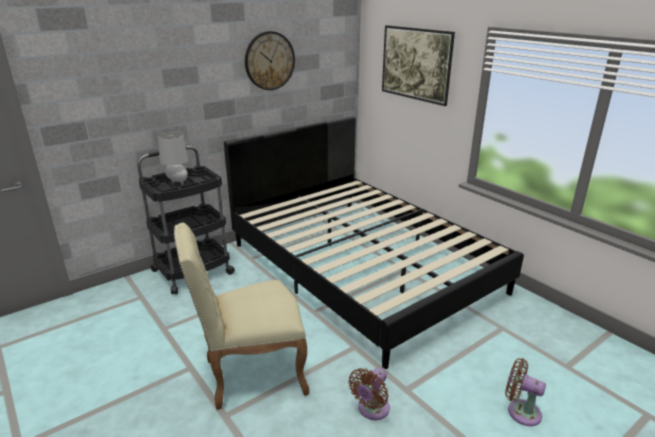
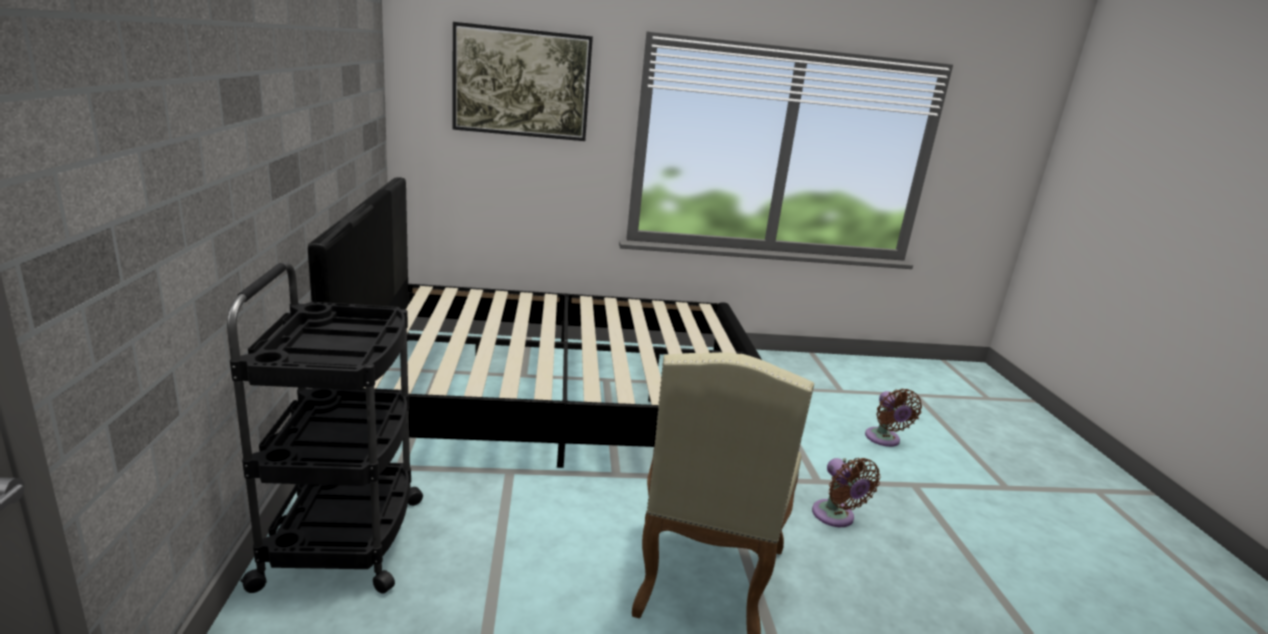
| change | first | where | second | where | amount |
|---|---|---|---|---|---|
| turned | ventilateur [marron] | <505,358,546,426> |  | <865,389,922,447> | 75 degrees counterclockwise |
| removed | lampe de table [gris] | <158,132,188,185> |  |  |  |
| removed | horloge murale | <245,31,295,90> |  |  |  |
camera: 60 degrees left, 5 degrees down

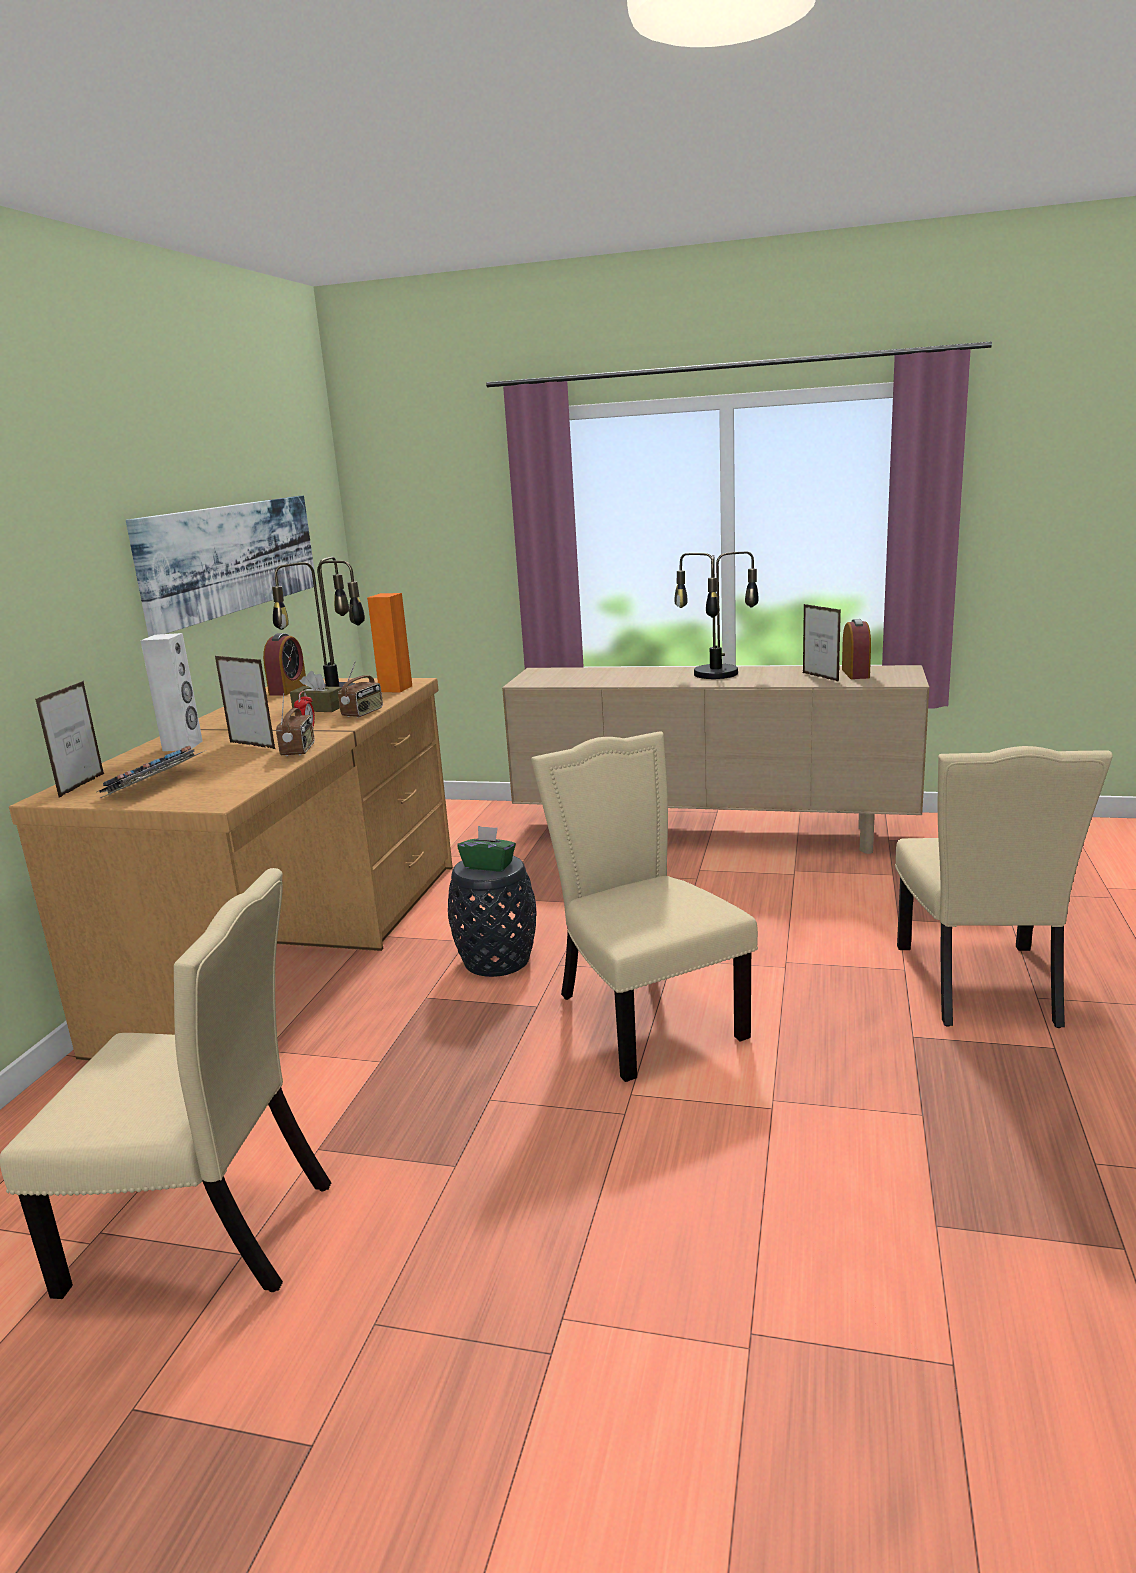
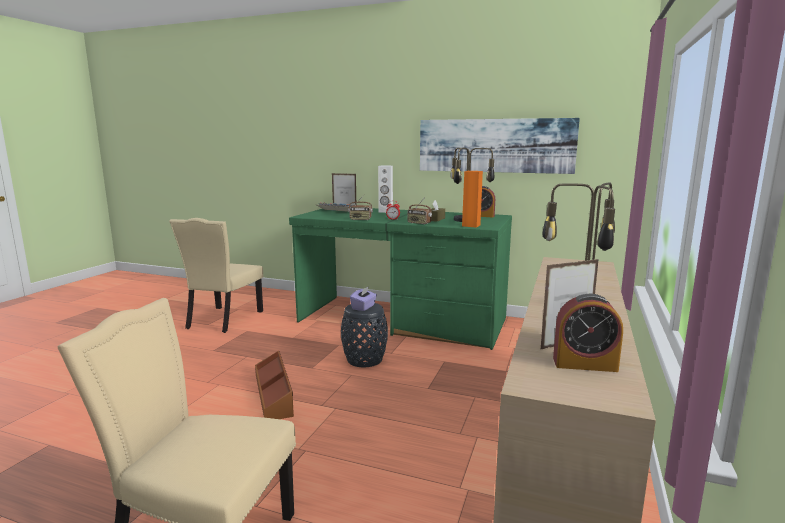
| change | first | where | second | where | amount |
|---|---|---|---|---|---|
| replaced | chaise [beige] | <531,731,758,1082> | boîte de rangement [marron] | <255,351,294,419> |  |
| recoloured | bureau [marron] | <9,678,453,1061> | bureau [vert] | <289,208,512,350> |  |
| recoloured | boîte à mouchoirs [vert] | <457,826,516,871> | boîte à mouchoirs [violet] | <350,287,377,311> |  |
| removed | cadre photo | <215,656,275,749> |  |  |  |
camera: 95 degrees right, 5 degrees down

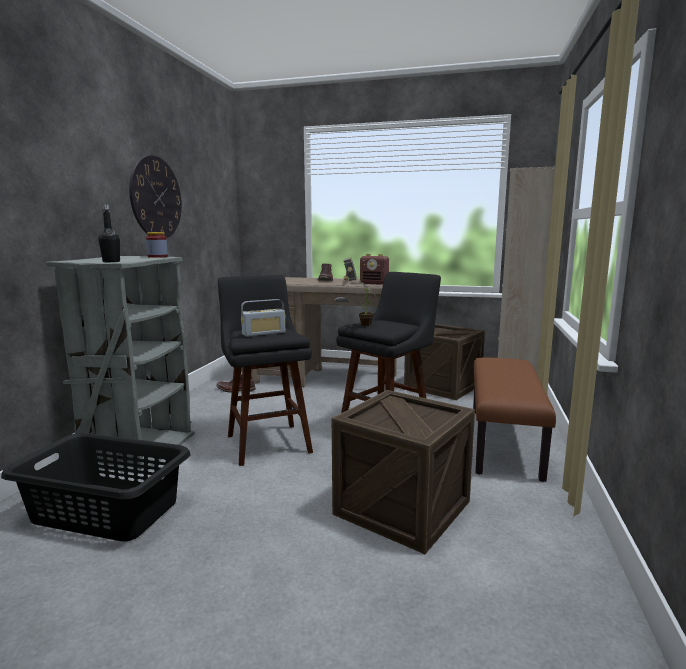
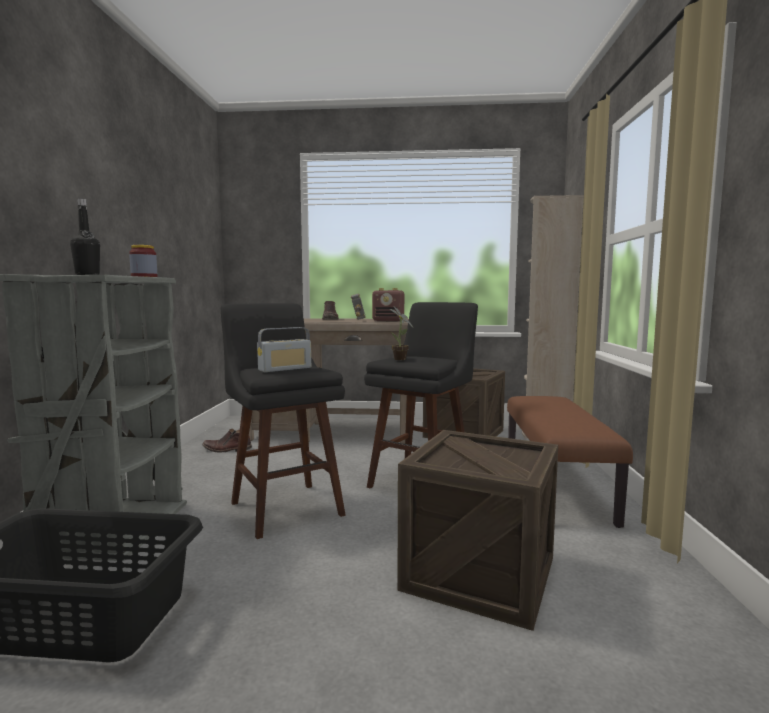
| change | first | where | second | where | amount |
|---|---|---|---|---|---|
| removed | horloge murale | <129,155,182,238> |  |  |  |
camera: 10 degrees left, 5 degrees down

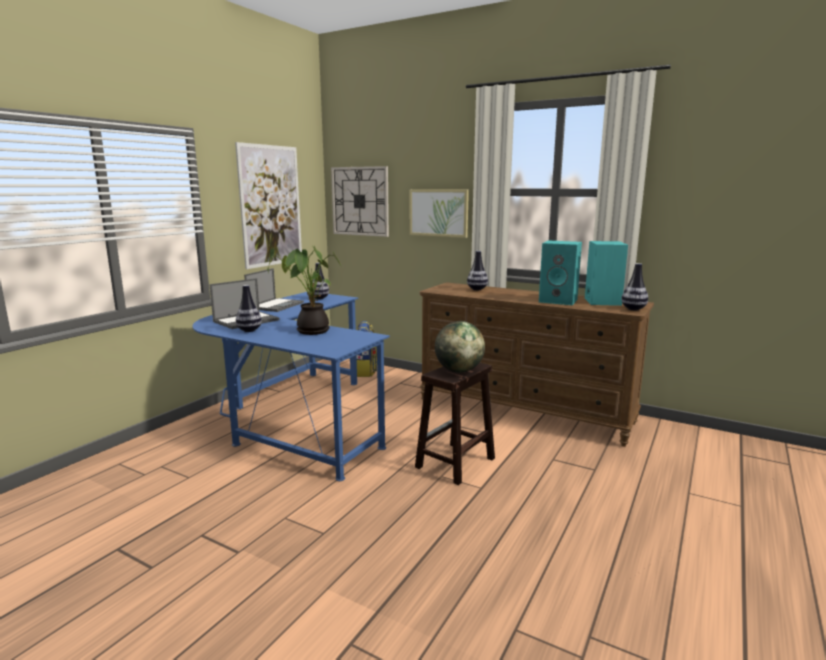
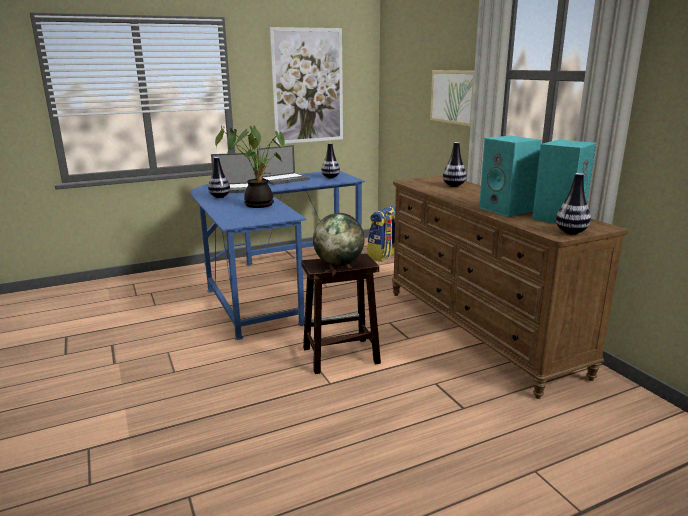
| change | first | where | second | where | amount |
|---|---|---|---|---|---|
| removed | horloge murale | <331,166,389,237> |  |  |  |
camera: 35 degrees right, 5 degrees up

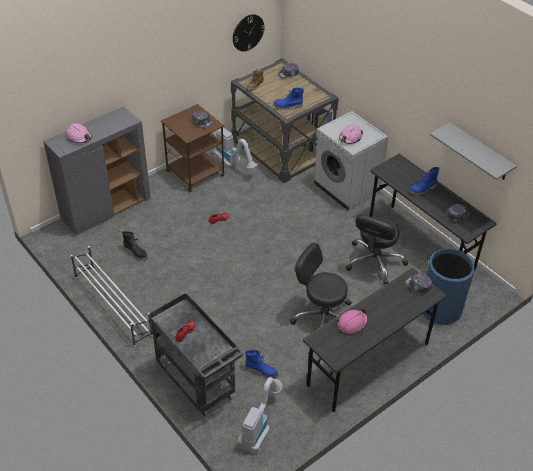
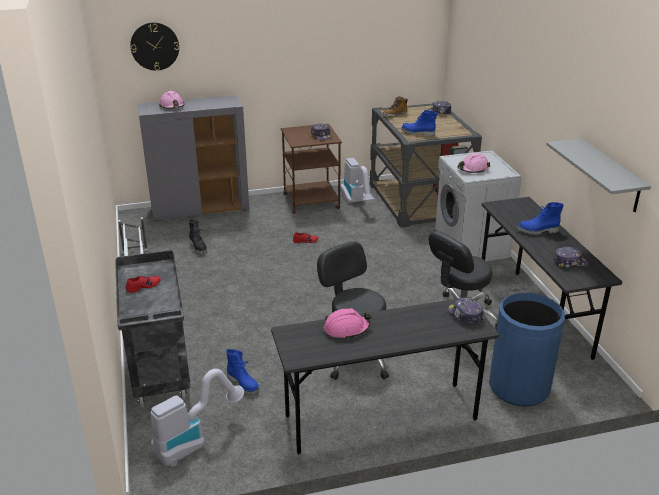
| change | first | where | second | where | amount |
|---|---|---|---|---|---|
| moved | horloge murale | <233,14,265,52> |  | <130,22,179,71> |  |
camera: 25 degrees right, 15 degrees down

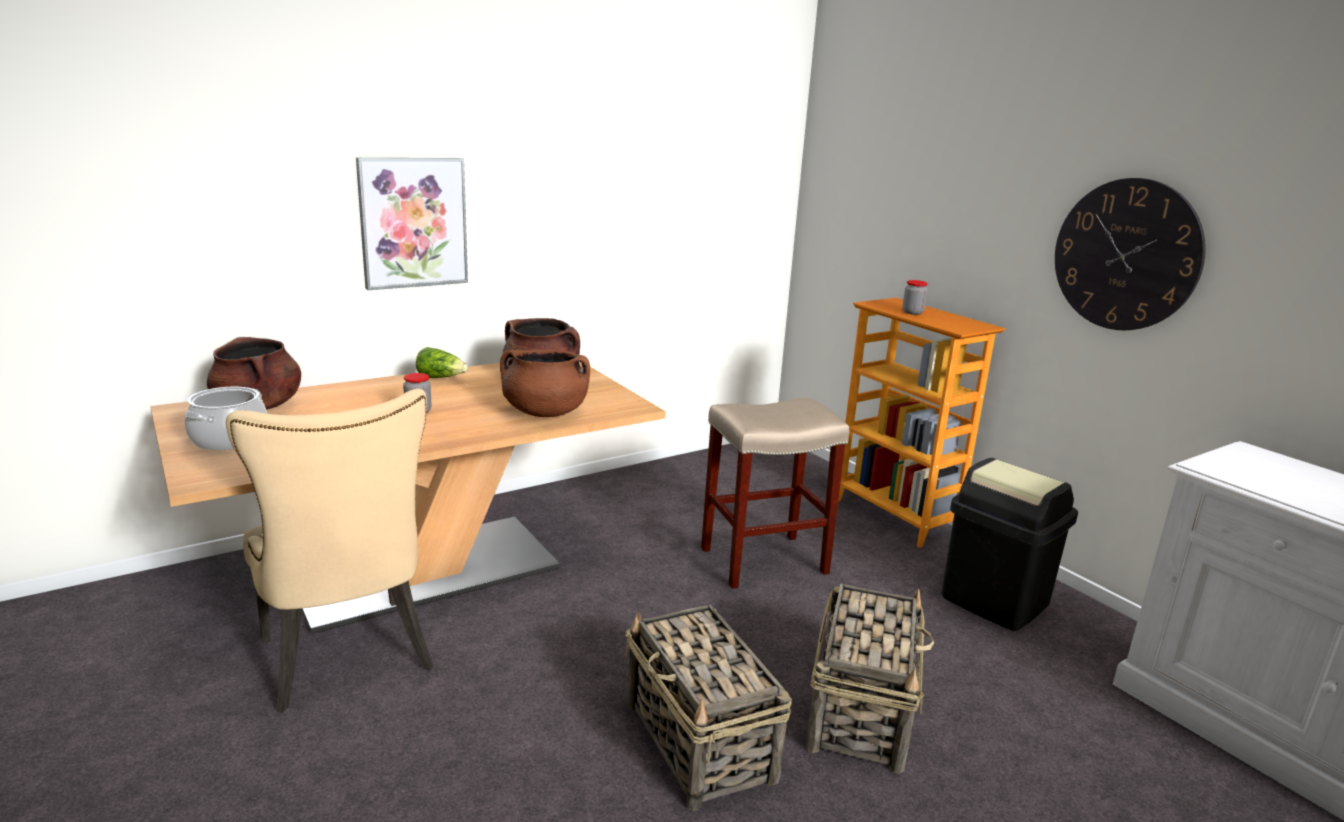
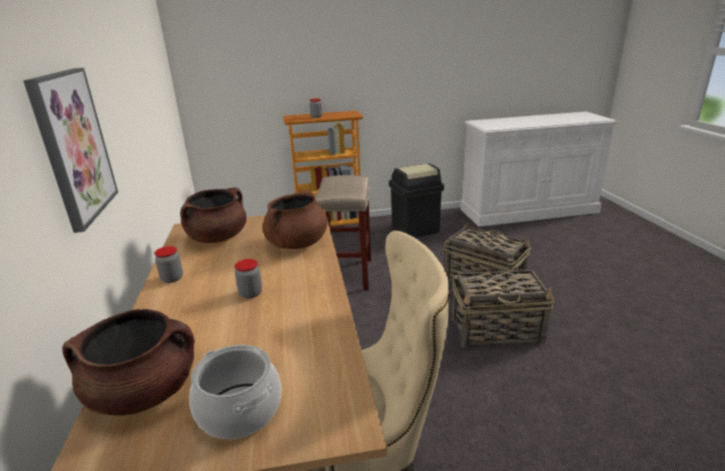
| change | first | where | second | where | amount |
|---|---|---|---|---|---|
| replaced | laitue | <416,347,468,378> | bocal | <154,246,183,283> |  |
| removed | horloge murale | <1055,178,1206,330> |  |  |  |
camera: 65 degrees left, 5 degrees up

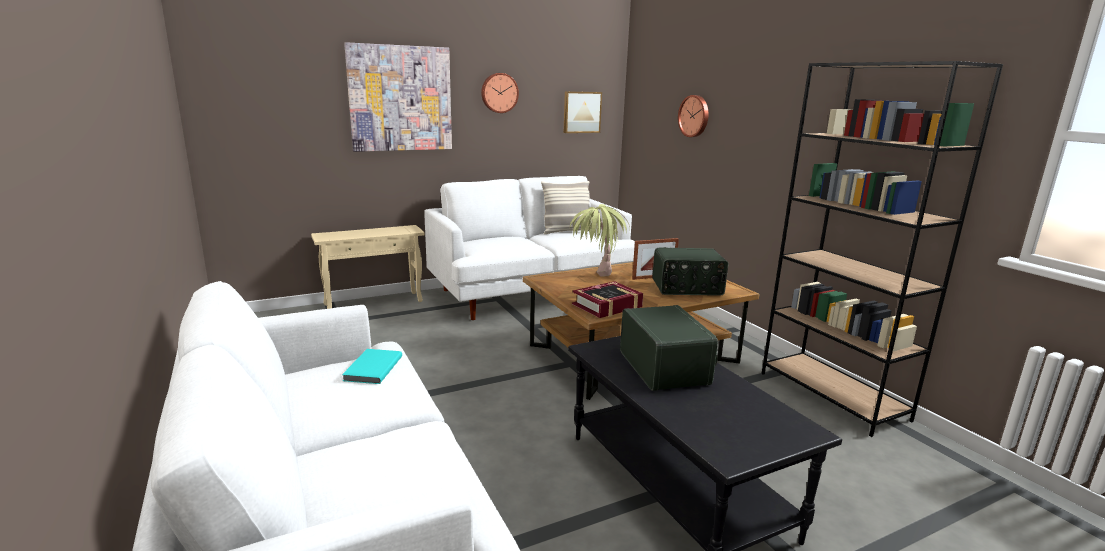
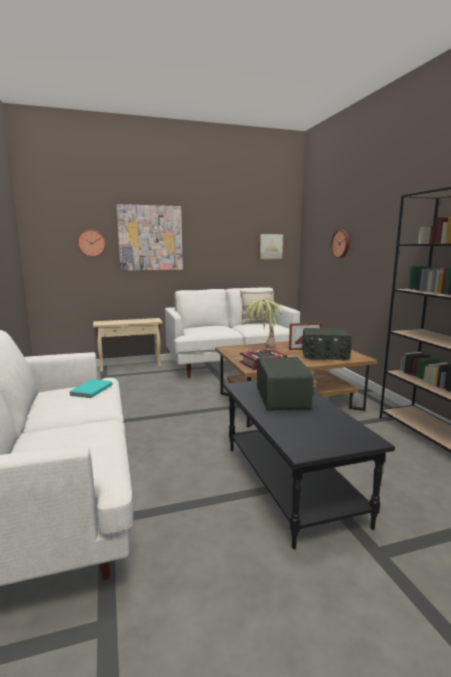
| change | first | where | second | where | amount |
|---|---|---|---|---|---|
| moved | horloge murale | <481,73,519,113> |  | <78,229,106,257> |  |
camera: 10 degrees right, 5 degrees down

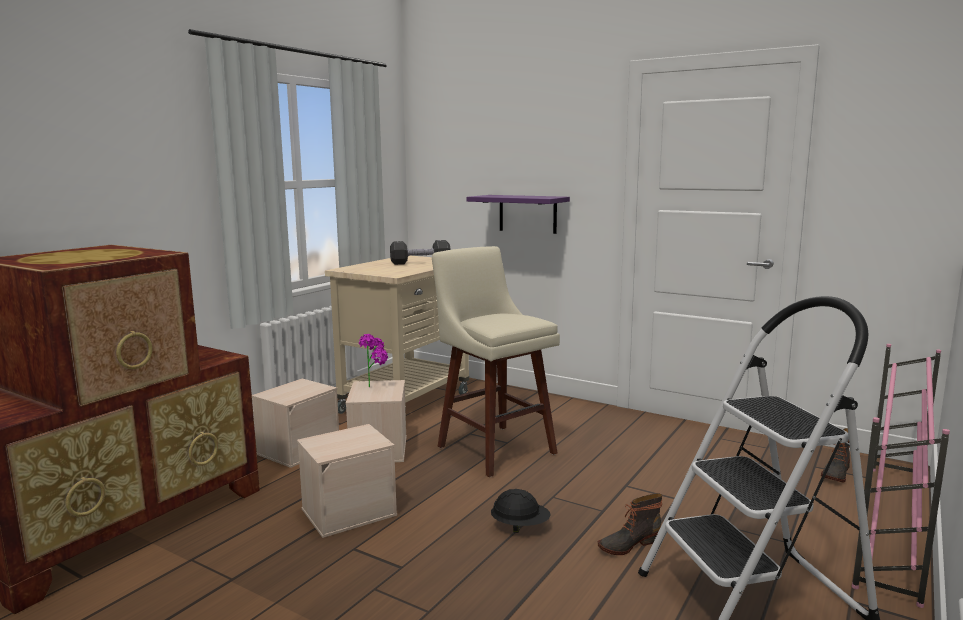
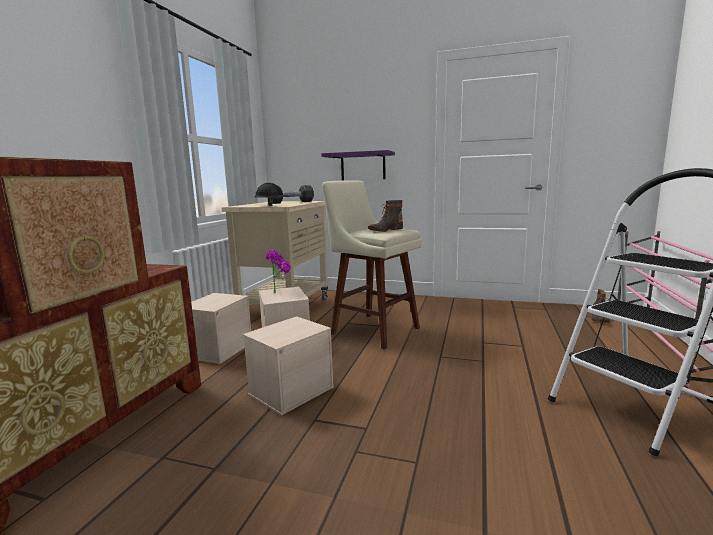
| change | first | where | second | where | amount |
|---|---|---|---|---|---|
| moved | casque de chantier [noir] | <491,489,551,533> |  | <255,183,287,206> |  |
| moved | botte | <598,493,663,555> |  | <368,200,403,232> |  |
camera: 15 degrees left, 0 degrees up

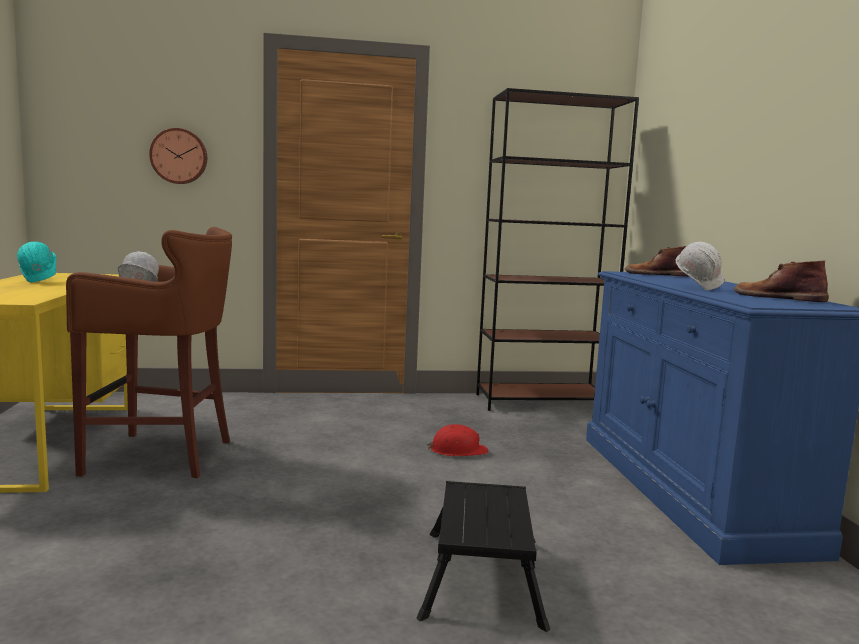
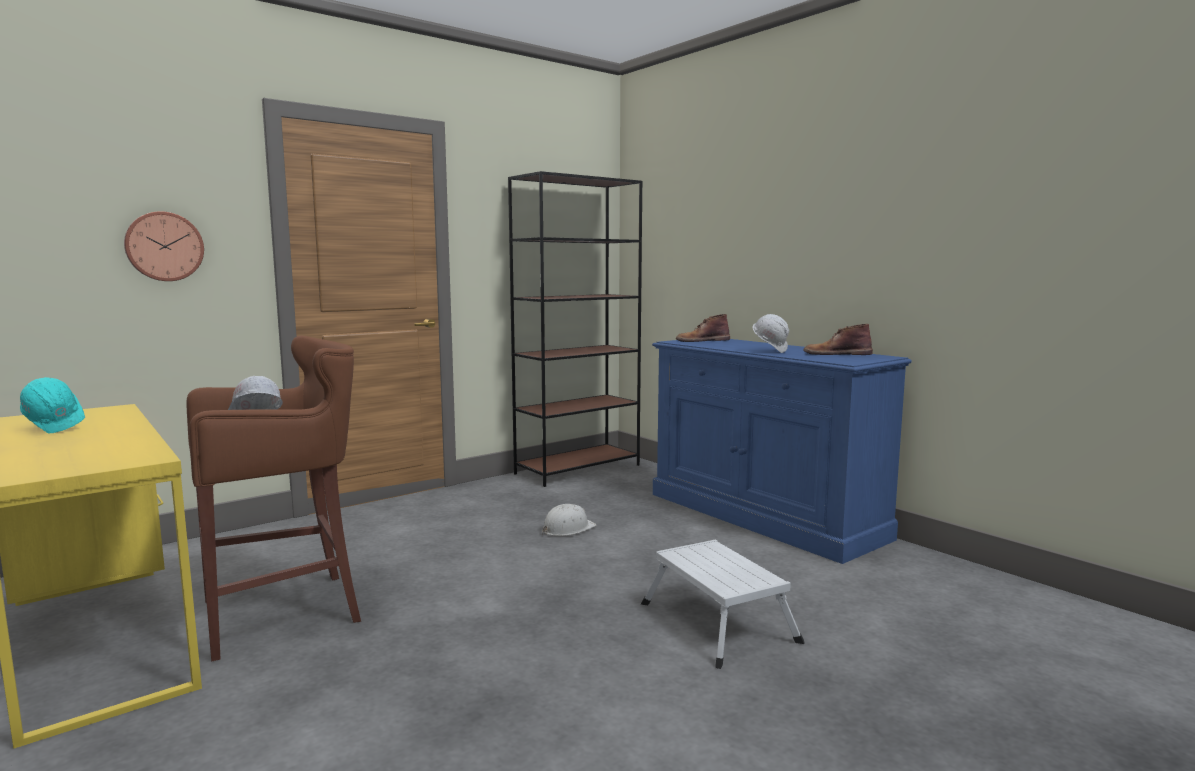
| change | first | where | second | where | amount |
|---|---|---|---|---|---|
| recoloured | casque de chantier [rouge] | <427,424,488,456> | casque de chantier [blanc] | <542,504,596,536> |  |
| recoloured | escabeau [noir] | <416,481,550,632> | escabeau [blanc] | <641,539,805,669> |  |
camera: 30 degrees left, 0 degrees up

